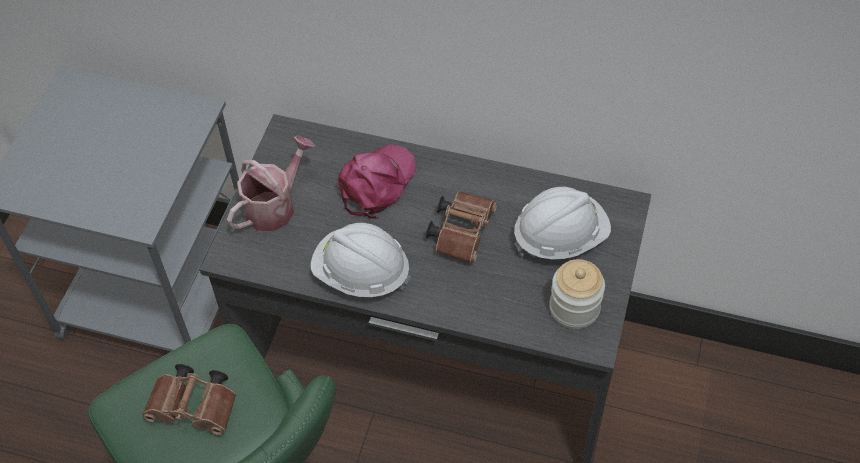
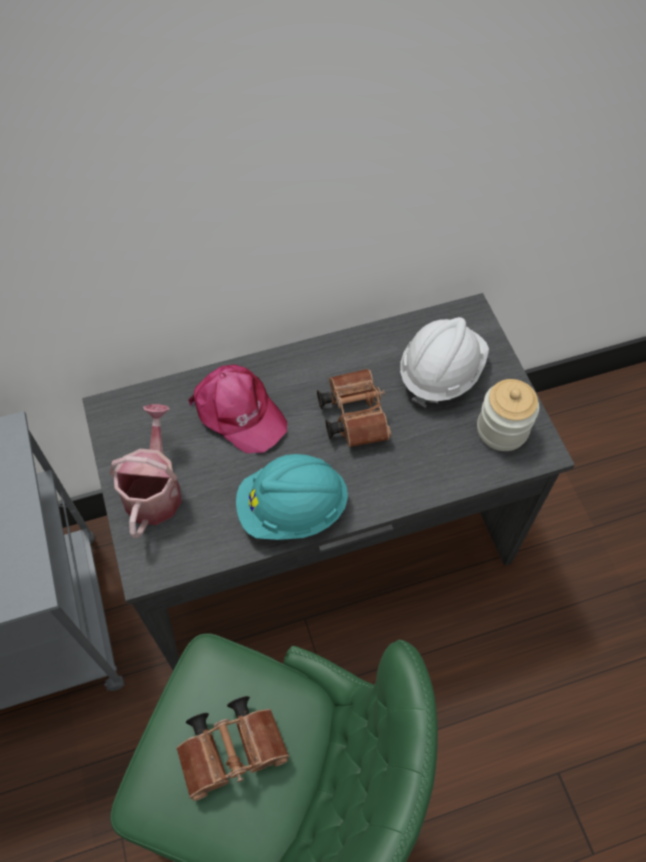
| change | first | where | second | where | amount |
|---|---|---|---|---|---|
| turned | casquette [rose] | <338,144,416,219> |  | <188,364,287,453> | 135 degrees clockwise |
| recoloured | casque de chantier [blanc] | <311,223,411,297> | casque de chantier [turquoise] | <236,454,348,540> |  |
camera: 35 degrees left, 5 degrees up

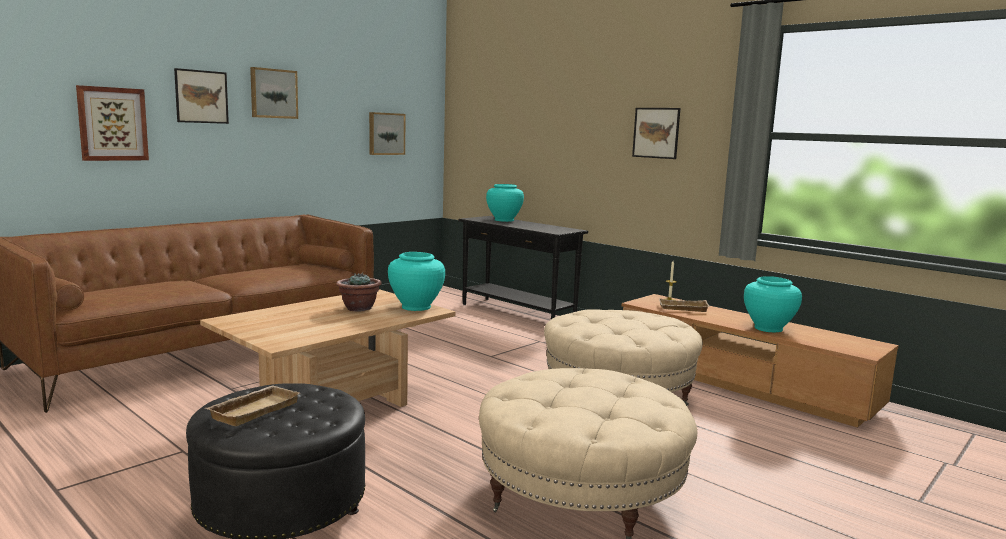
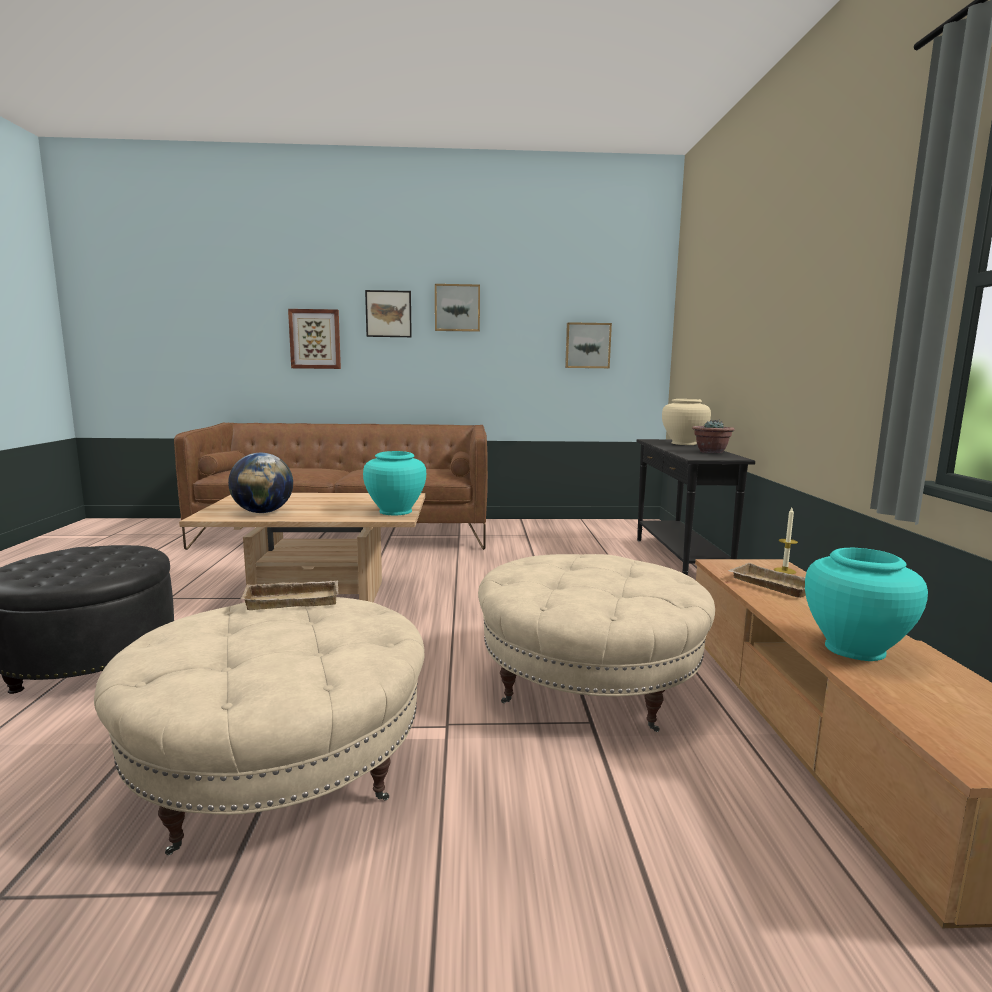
| change | first | where | second | where | amount |
|---|---|---|---|---|---|
| added |  |  | globe | <228,453,293,513> |  |
| moved | plateau [beige] | <206,385,300,426> |  | <241,581,338,610> |  |
| recoloured | vase [turquoise] | <486,184,524,222> | vase [beige] | <662,399,711,445> |  |
| moved | plante en pot | <336,272,382,312> |  | <692,419,735,453> |  |
| removed | tableau | <632,108,681,159> |  |  |  |
camera: 45 degrees right, 0 degrees up

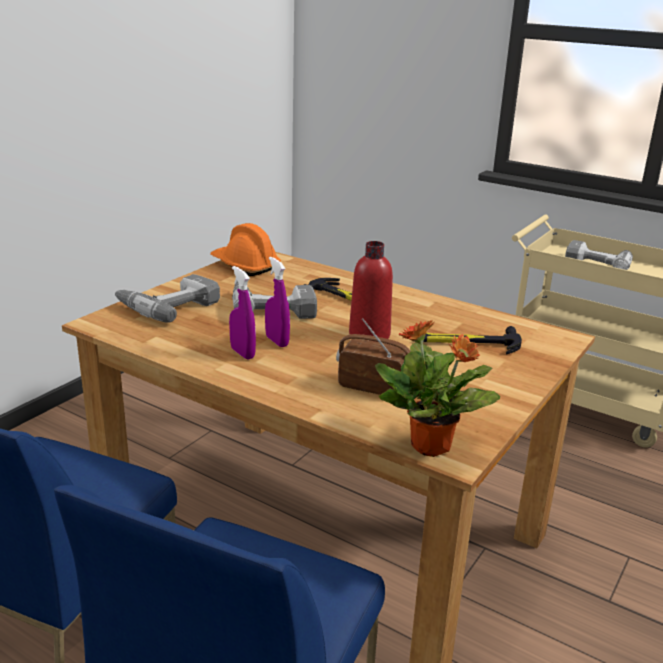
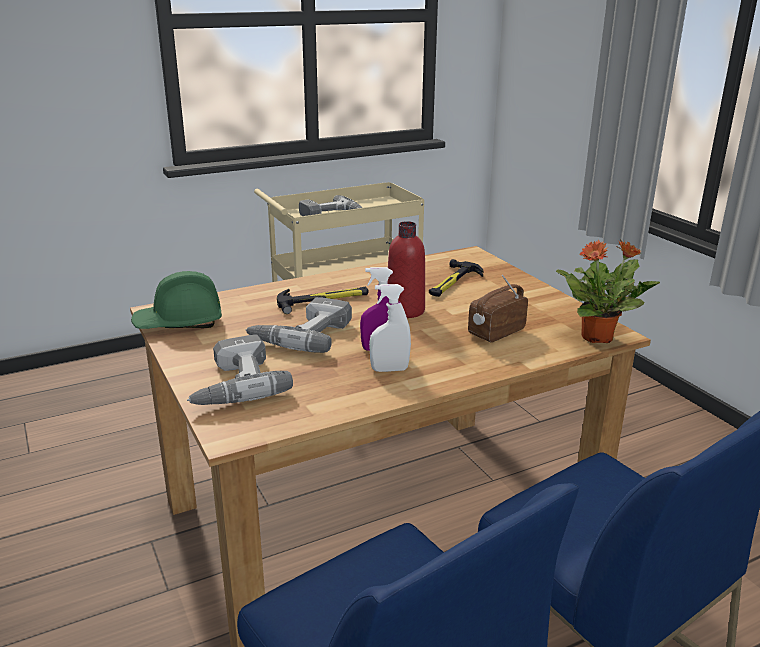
| change | first | where | second | where | amount |
|---|---|---|---|---|---|
| recoloured | casque de chantier [orange] | <210,223,281,276> | casque de chantier [vert] | <131,271,222,329> |  |
| recoloured | vaporisateur [violet] | <229,266,256,359> | vaporisateur [blanc] | <369,284,411,372> |  |
camera: 60 degrees left, 0 degrees up

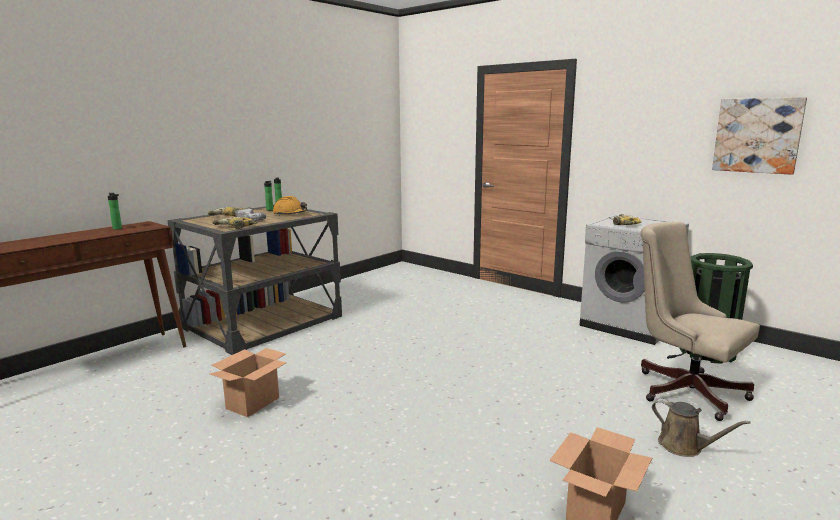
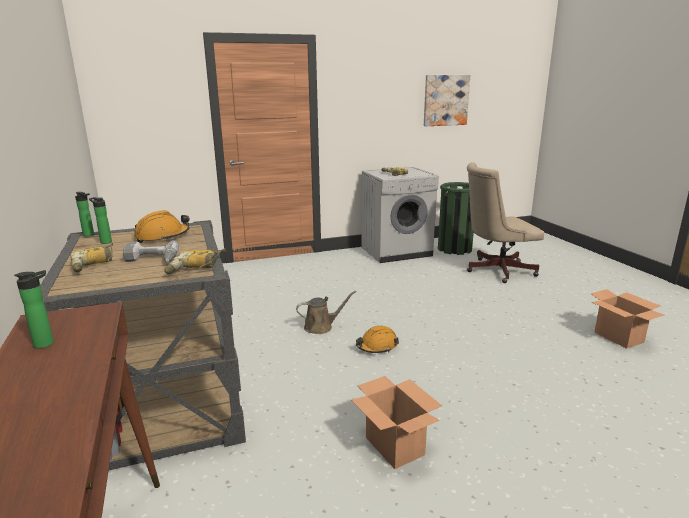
| change | first | where | second | where | amount |
|---|---|---|---|---|---|
| moved | arrosoir [marron] | <652,399,751,457> |  | <296,291,356,334> |  |
| added |  |  | casque de chantier [orange] | <356,326,399,353> |  |
camera: 60 degrees left, 5 degrees up

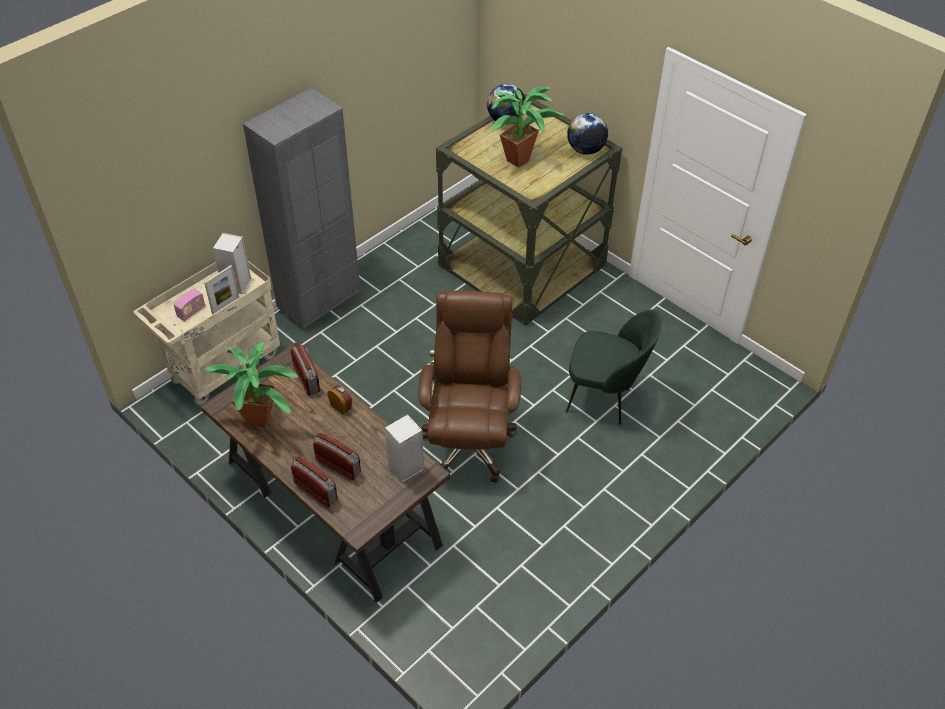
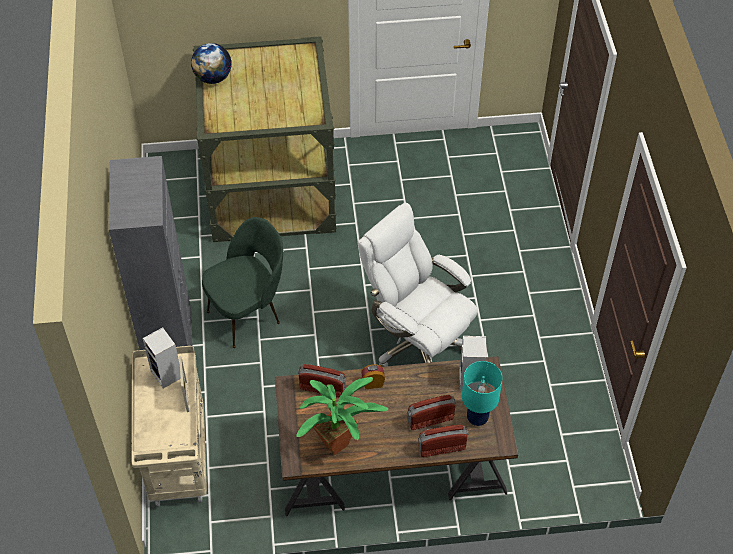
| change | first | where | second | where | amount |
|---|---|---|---|---|---|
| moved | chaise [vert] | <566,310,662,425> |  | <202,217,283,348> |  |
| recoloured | chaise de bureau [marron] | <418,290,521,483> | chaise de bureau [blanc] | <358,203,478,367> |  |
| added |  |  | lampe de table [turquoise] | <462,361,502,426> |  |
| removed | radio | <174,289,205,321> |  |  |  |
| removed | plante en pot | <491,87,565,168> |  |  |  |
| removed | globe | <567,113,608,155> |  |  |  |
camera: 50 degrees left, 5 degrees up

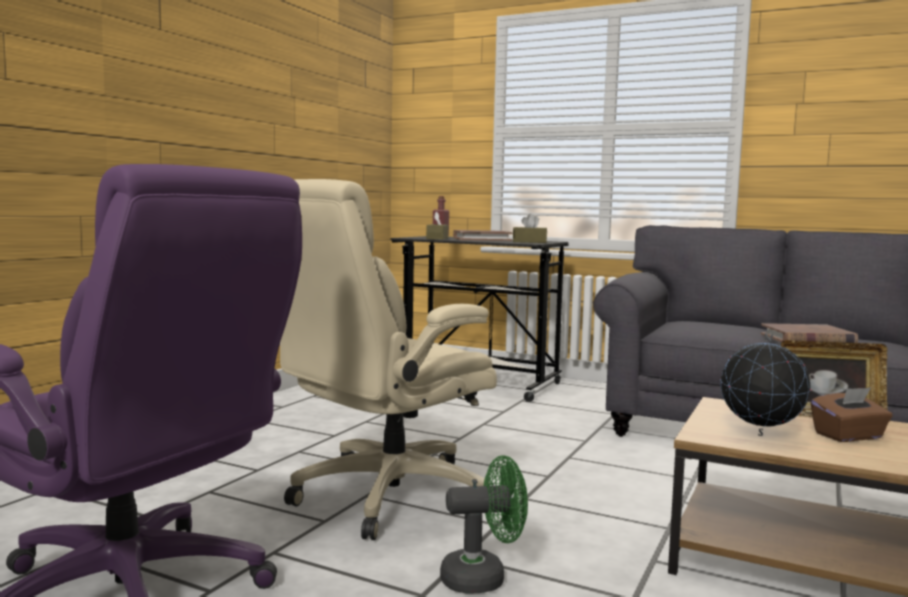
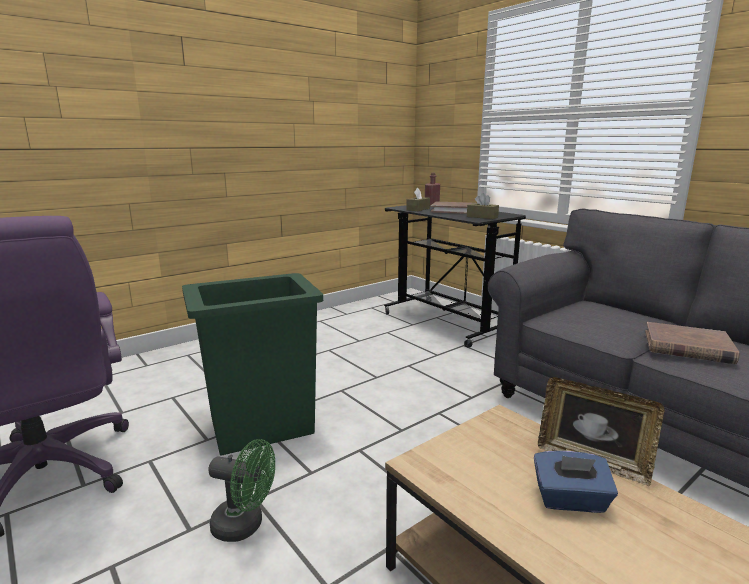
| change | first | where | second | where | amount |
|---|---|---|---|---|---|
| replaced | chaise de bureau [beige] | <280,179,497,540> | poubelle [vert] | <182,273,323,456> |  |
| recoloured | boîte à mouchoirs [marron] | <811,388,893,442> | boîte à mouchoirs [bleu] | <534,451,618,513> |  |
| removed | globe | <720,333,811,436> |  |  |  |
camera: 25 degrees right, 10 degrees up

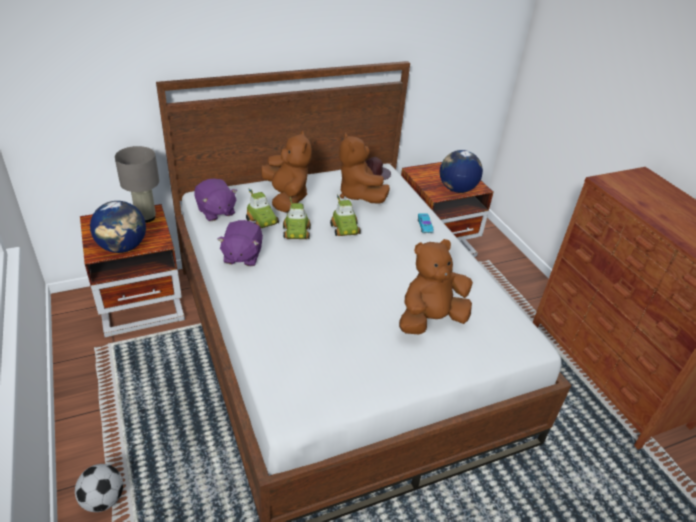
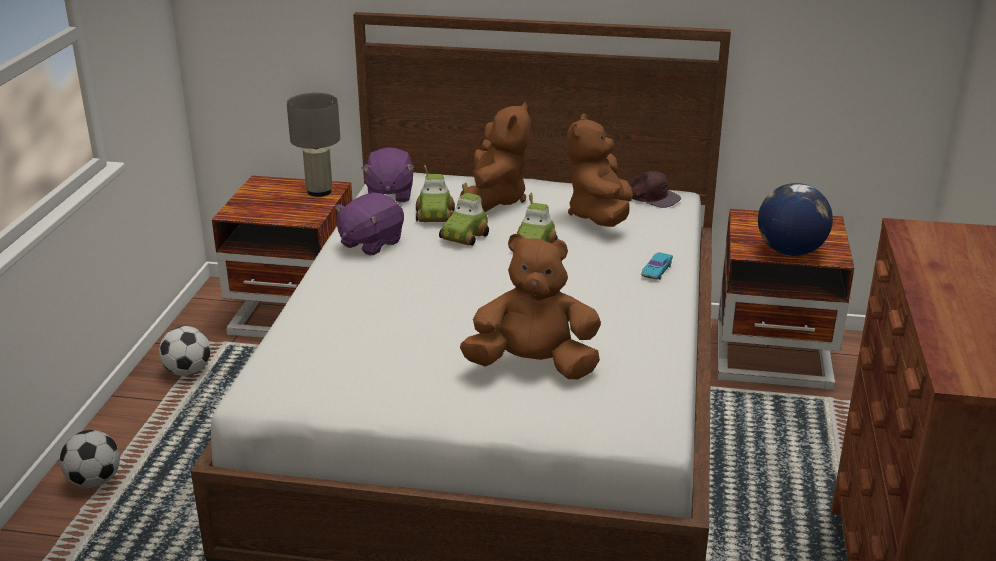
| change | first | where | second | where | amount |
|---|---|---|---|---|---|
| added |  |  | ballon de foot | <159,326,211,376> |  |
| removed | globe | <90,201,146,253> |  |  |  |
camera: 35 degrees right, 10 degrees down

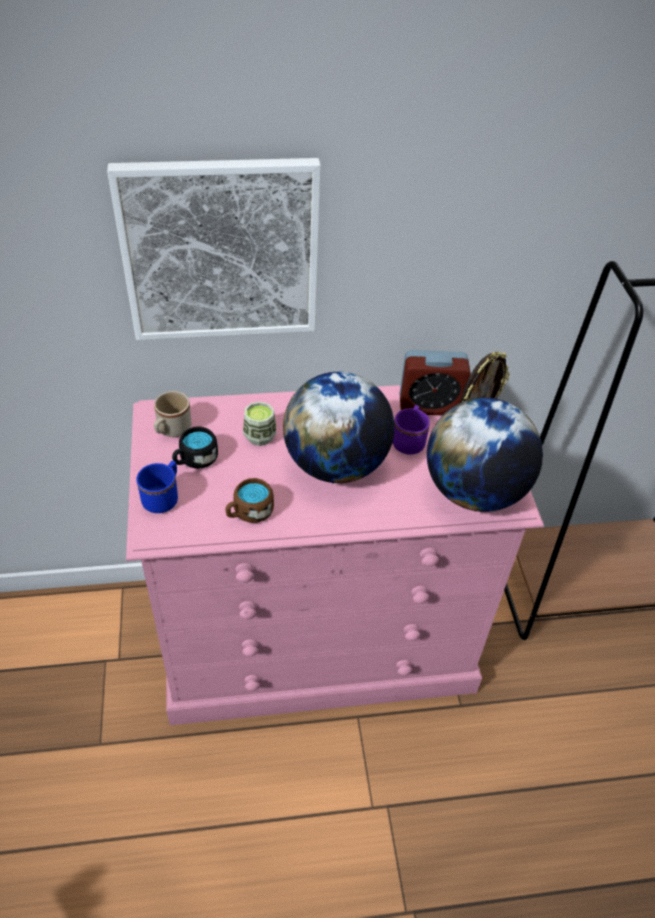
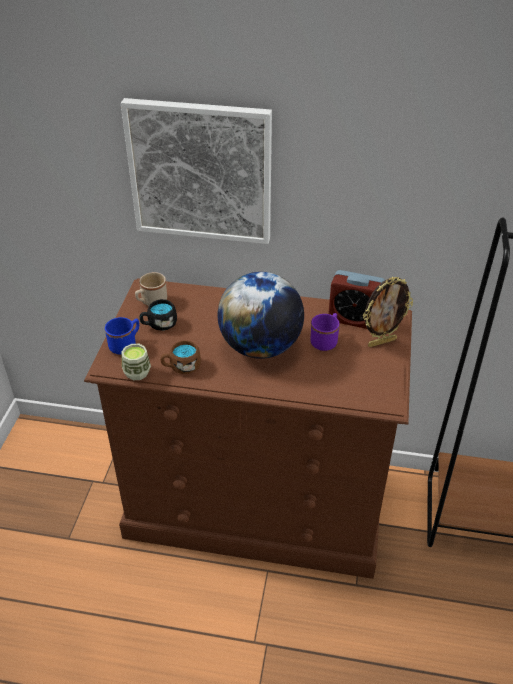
| change | first | where | second | where | amount |
|---|---|---|---|---|---|
| recoloured | commode [rose] | <126,385,544,725> | commode [marron] | <84,278,412,579> |  |
| moved | tasse | <243,401,276,446> |  | <121,344,151,380> |  |
| removed | globe | <427,398,543,512> |  |  |  |
camera: 20 degrees right, 5 degrees down

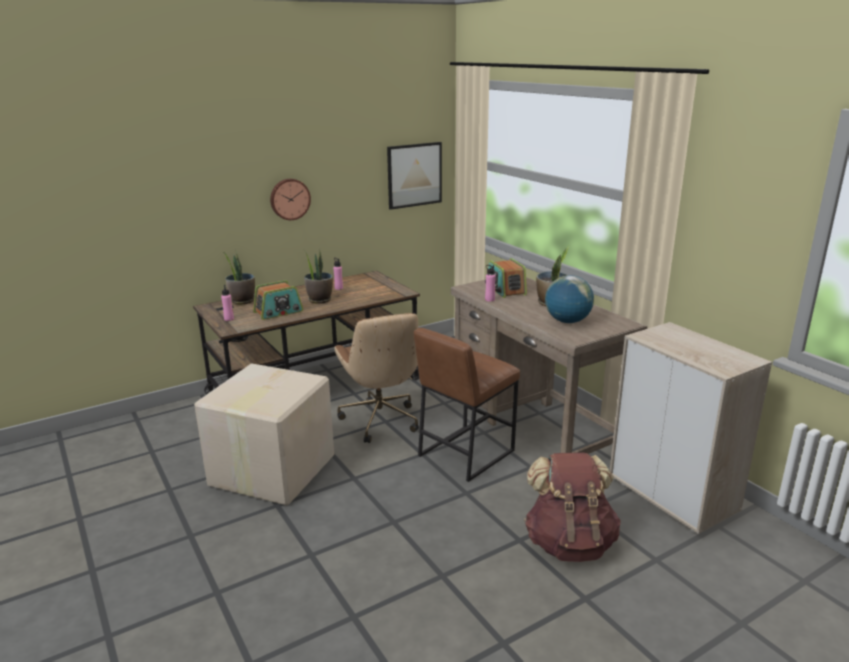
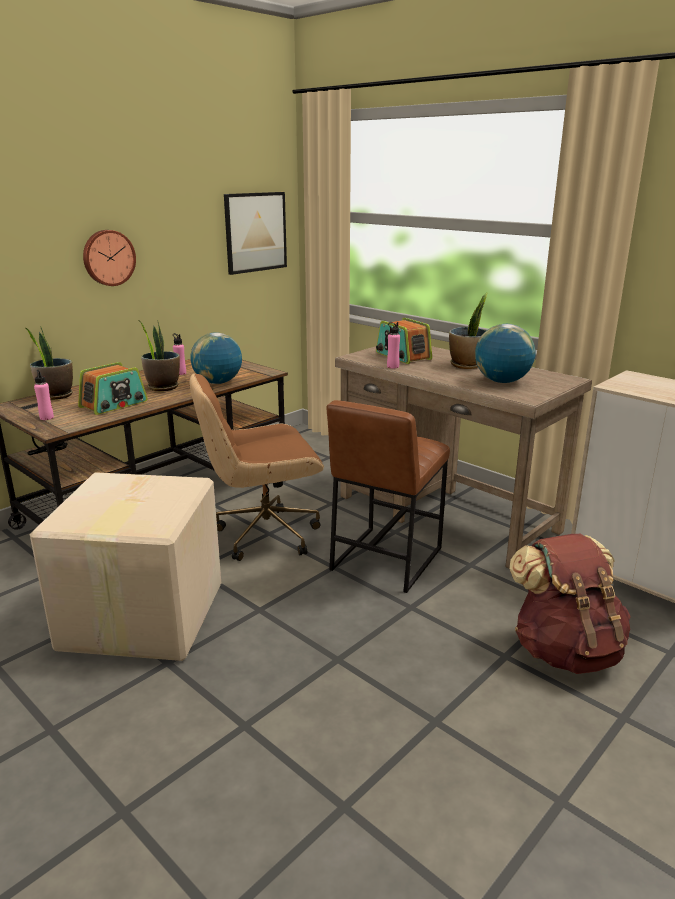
| change | first | where | second | where | amount |
|---|---|---|---|---|---|
| added |  |  | globe | <190,332,242,384> |  |
| turned | chaise de bureau [marron] | <334,313,419,443> |  | <190,373,324,561> | 105 degrees clockwise |
camera: 15 degrees left, 0 degrees up

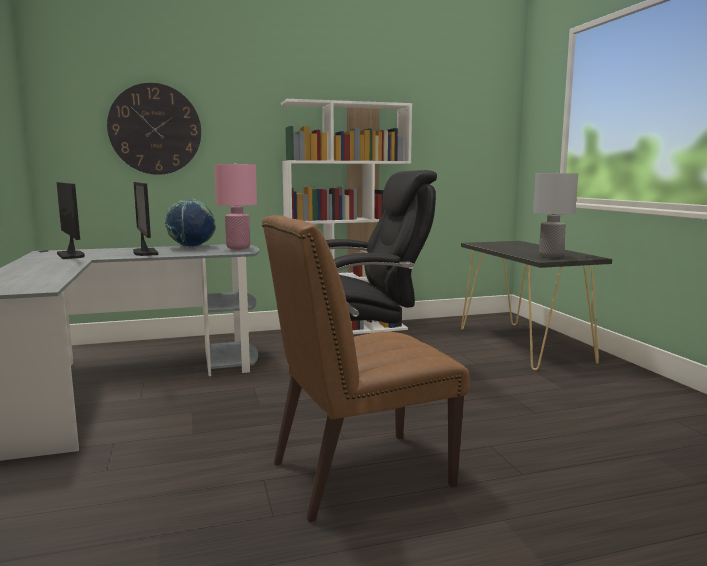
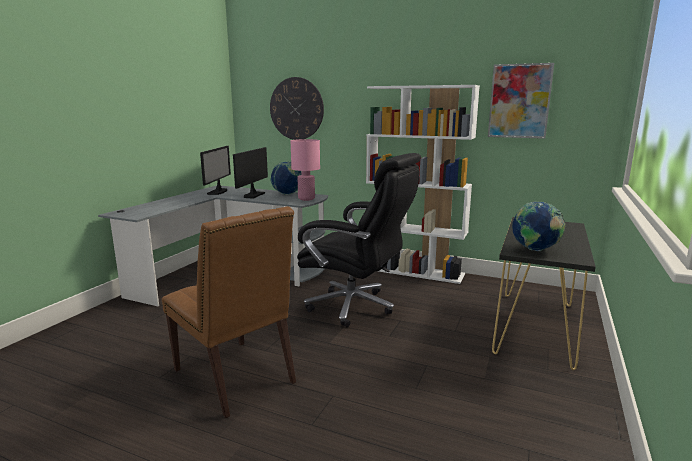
| change | first | where | second | where | amount |
|---|---|---|---|---|---|
| turned | chaise [marron] | <262,215,470,522> |  | <162,206,296,418> | 150 degrees counterclockwise |
| added |  |  | tableau | <488,63,554,139> |  |
| replaced | lampe de table [gris] | <533,172,578,258> | globe | <512,202,566,251> |  |
camera: 40 degrees right, 5 degrees up

